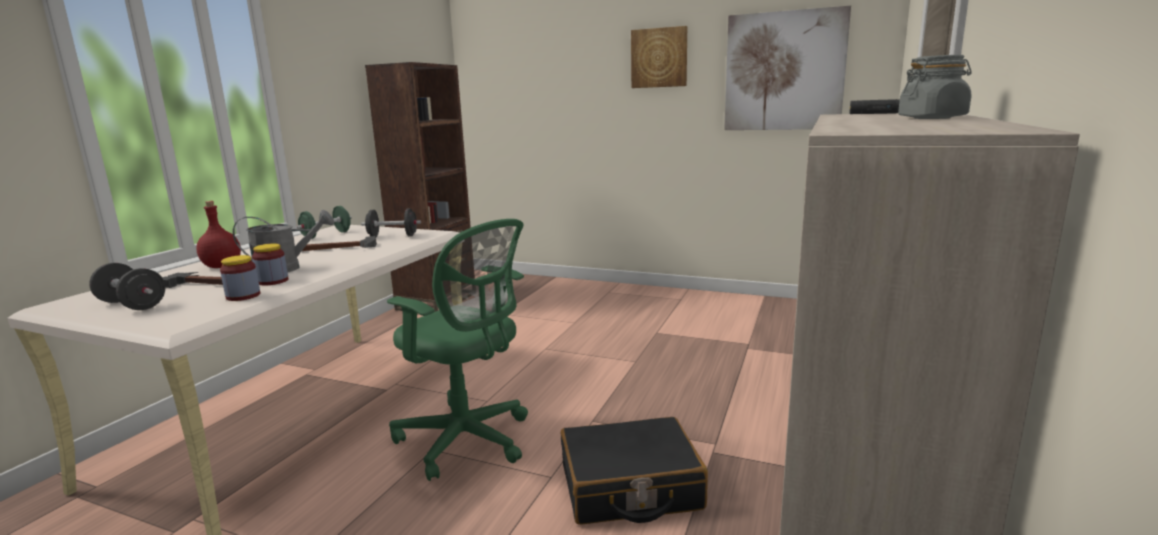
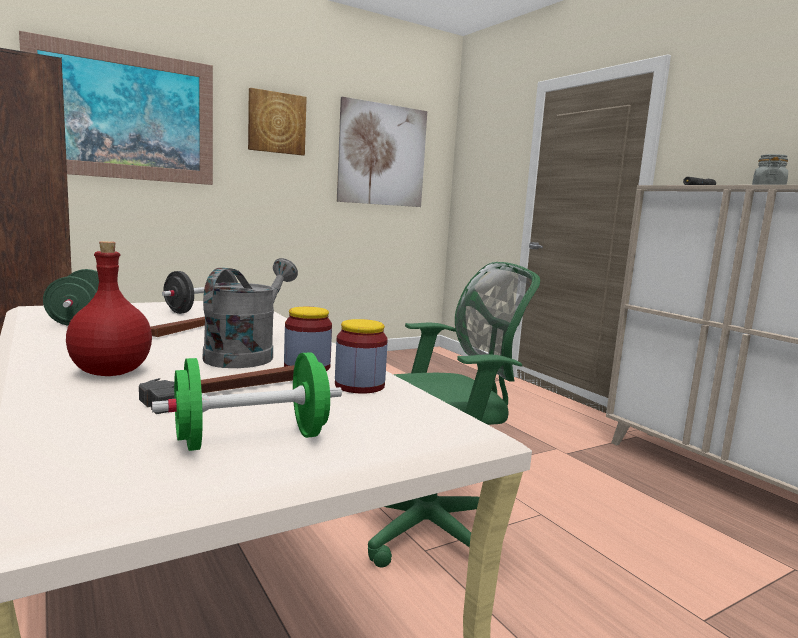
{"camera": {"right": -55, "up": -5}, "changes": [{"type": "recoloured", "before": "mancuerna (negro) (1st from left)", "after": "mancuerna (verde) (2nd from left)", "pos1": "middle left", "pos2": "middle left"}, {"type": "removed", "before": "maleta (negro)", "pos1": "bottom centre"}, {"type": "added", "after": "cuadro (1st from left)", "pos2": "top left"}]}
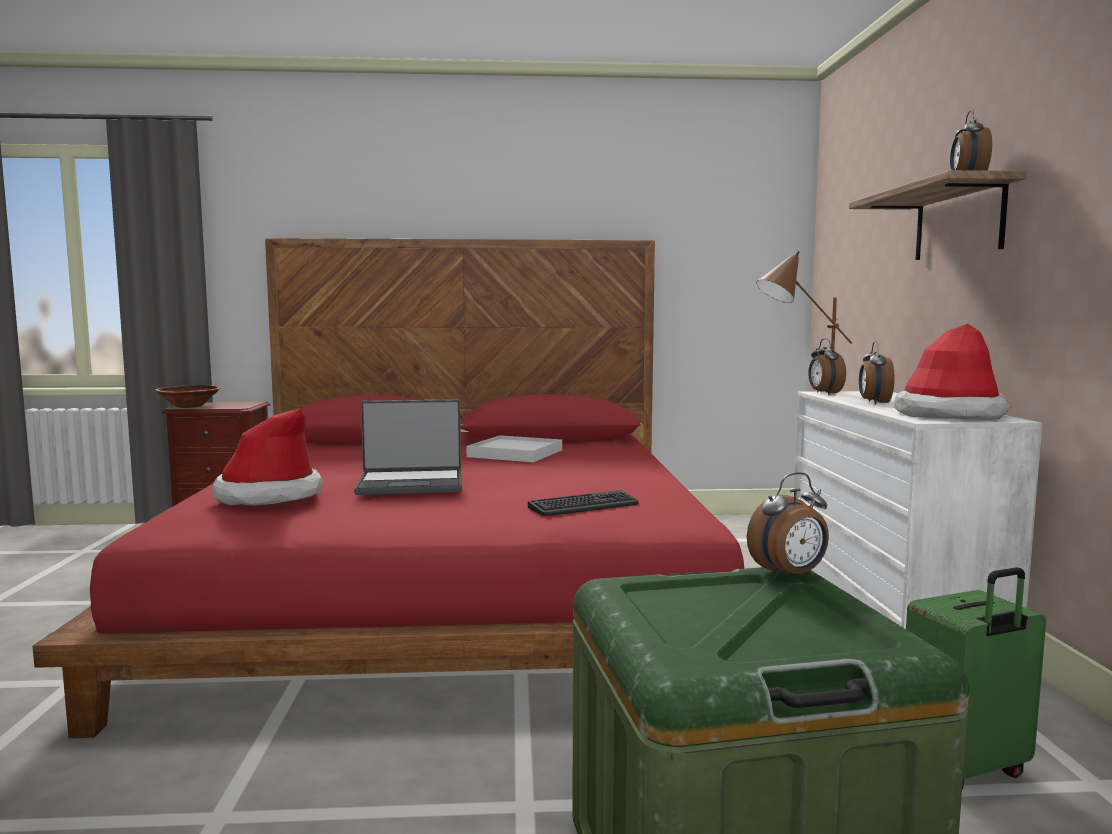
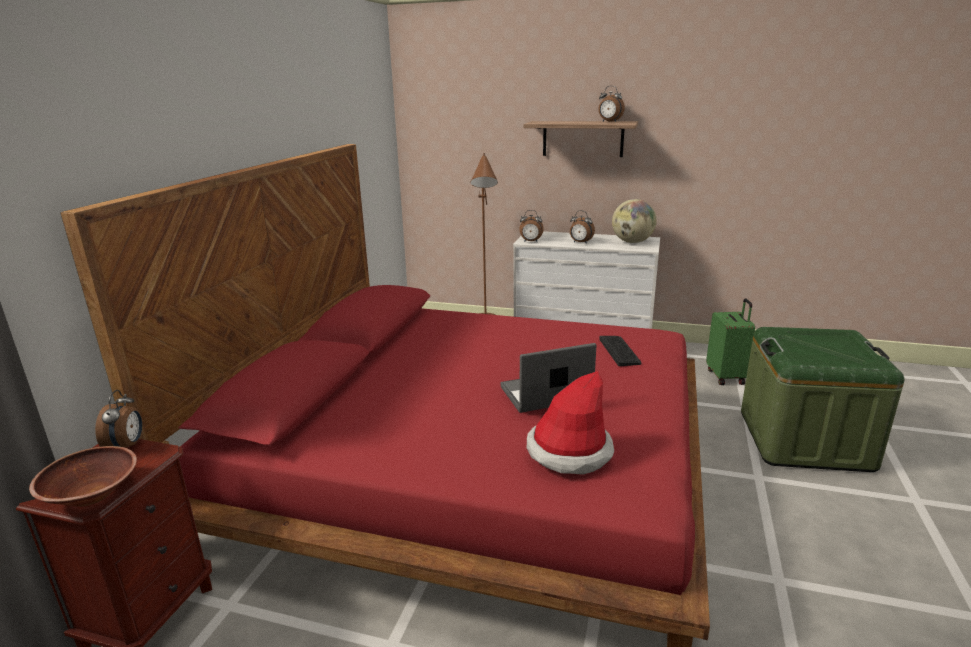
{"camera": {"right": -70, "up": 15}, "changes": [{"type": "replaced", "before": "sombrero (2nd from left)", "after": "globo terráqueo", "pos1": "middle right", "pos2": "centre"}, {"type": "turned", "before": "portátil", "pos1": "centre", "pos2": "centre", "turn": -120}, {"type": "removed", "before": "bandeja (blanco)", "pos1": "centre"}, {"type": "moved", "before": "despertador (1st from left)", "pos1": "middle right", "pos2": "middle left"}]}
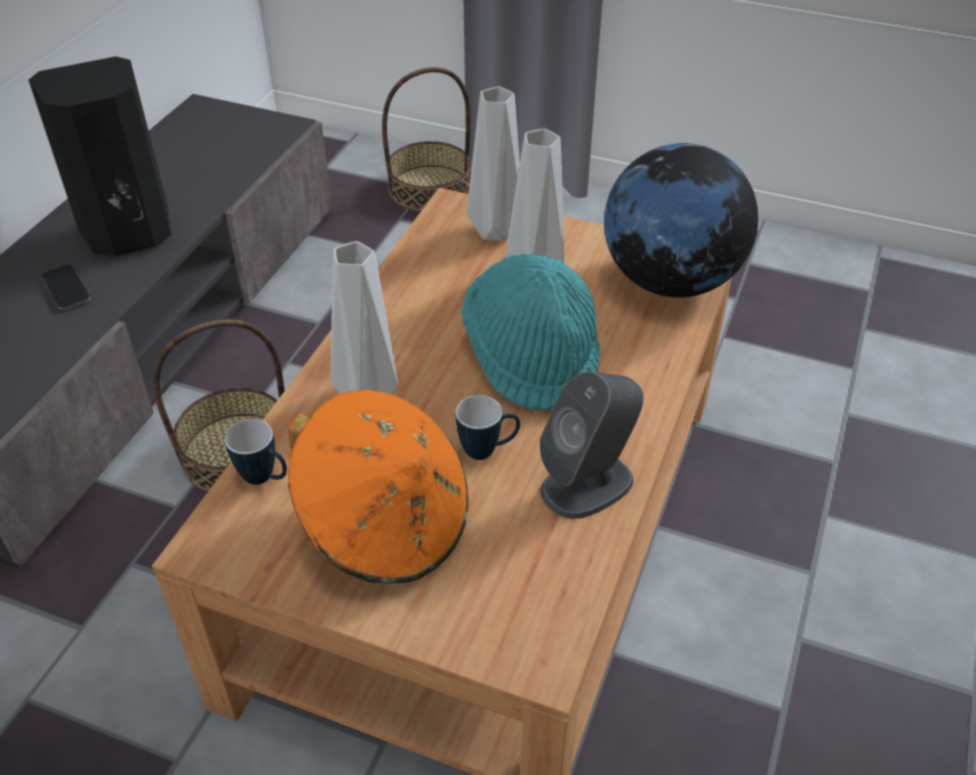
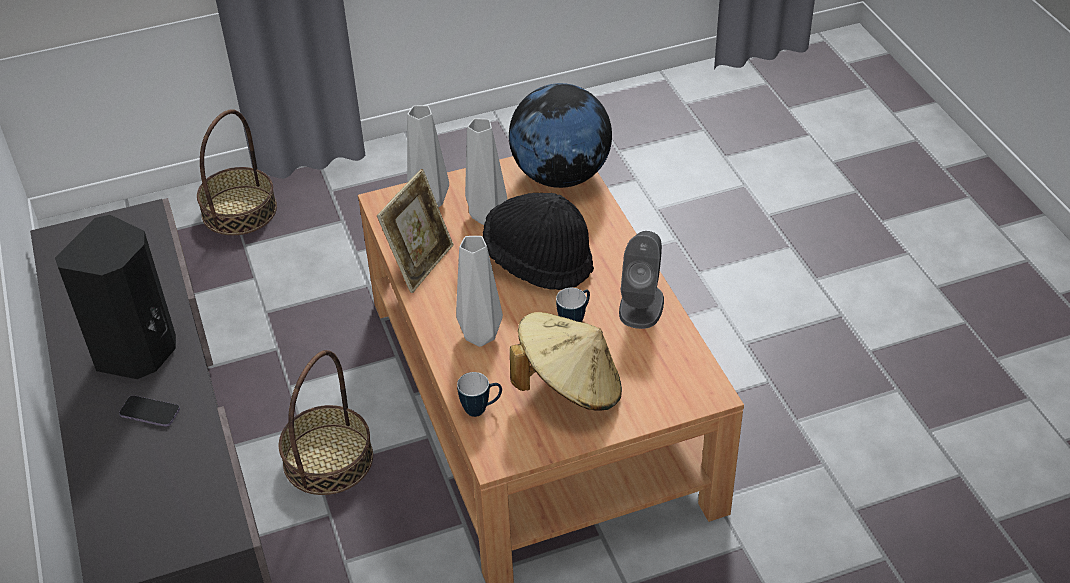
{"camera": {"right": -40, "up": 0}, "changes": [{"type": "recoloured", "before": "sombrero (turquesa)", "after": "sombrero (negro)", "pos1": "centre", "pos2": "centre"}, {"type": "recoloured", "before": "sombrero (naranja)", "after": "sombrero (beis)", "pos1": "centre", "pos2": "centre"}, {"type": "added", "after": "portarretratos", "pos2": "centre"}]}
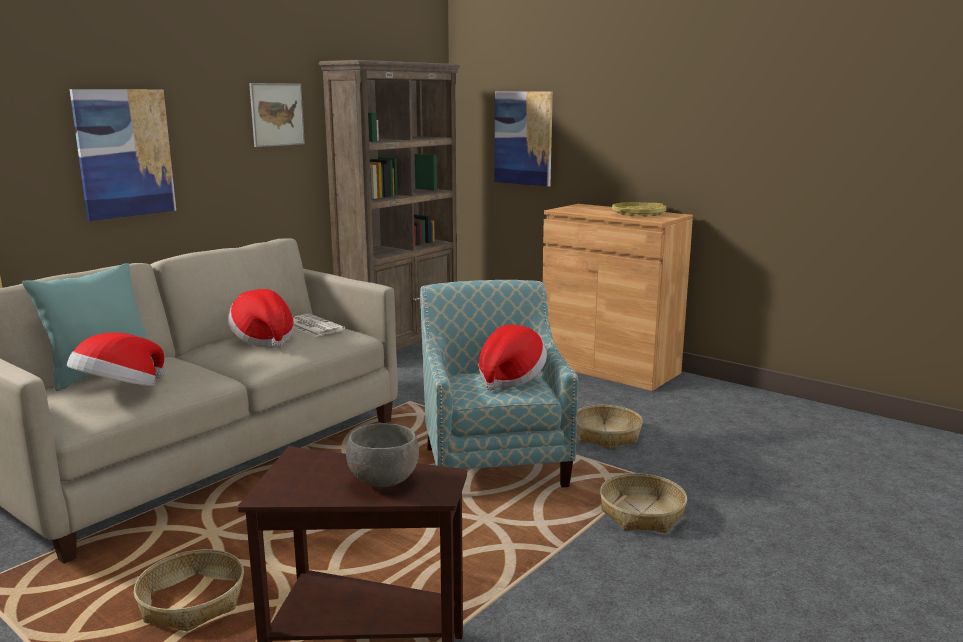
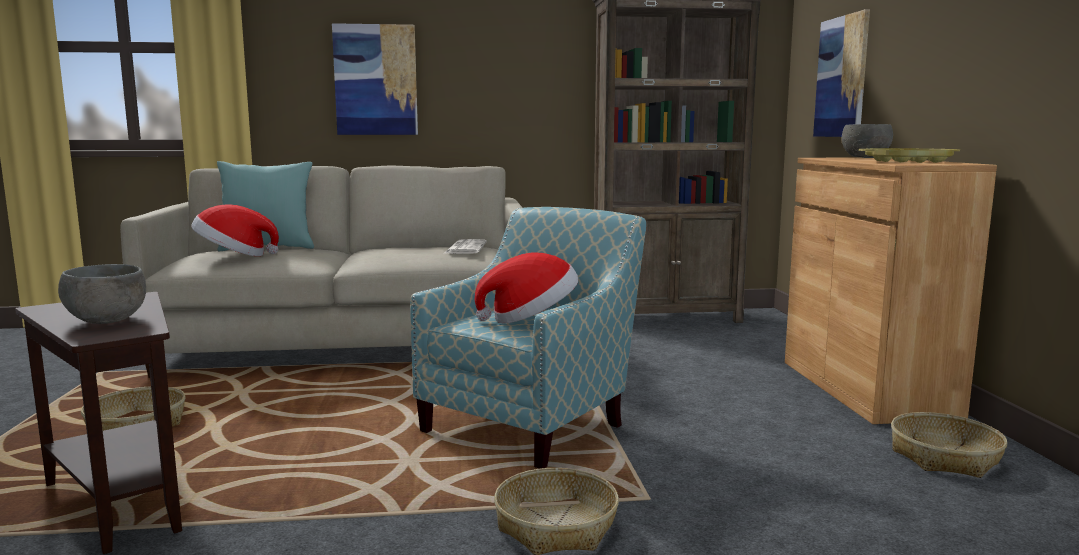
{"camera": {"right": 45, "up": -5}, "changes": [{"type": "removed", "before": "cuadro (2nd from left)", "pos1": "top left"}, {"type": "removed", "before": "sombrero (2nd from left)", "pos1": "middle left"}, {"type": "moved", "before": "cesta (2nd from left in the first image)", "after": "cesta (3rd from left)", "pos1": "centre", "pos2": "bottom right"}, {"type": "added", "after": "cuenco (gris) (2nd from left)", "pos2": "top right"}]}
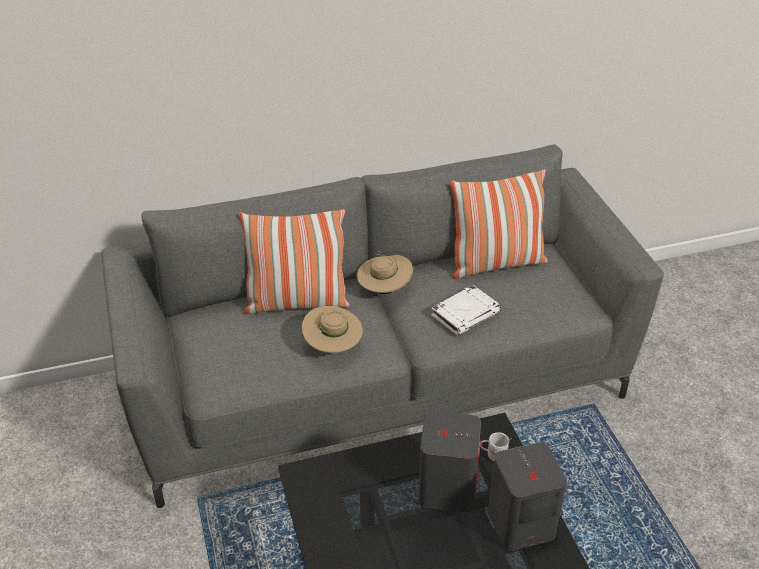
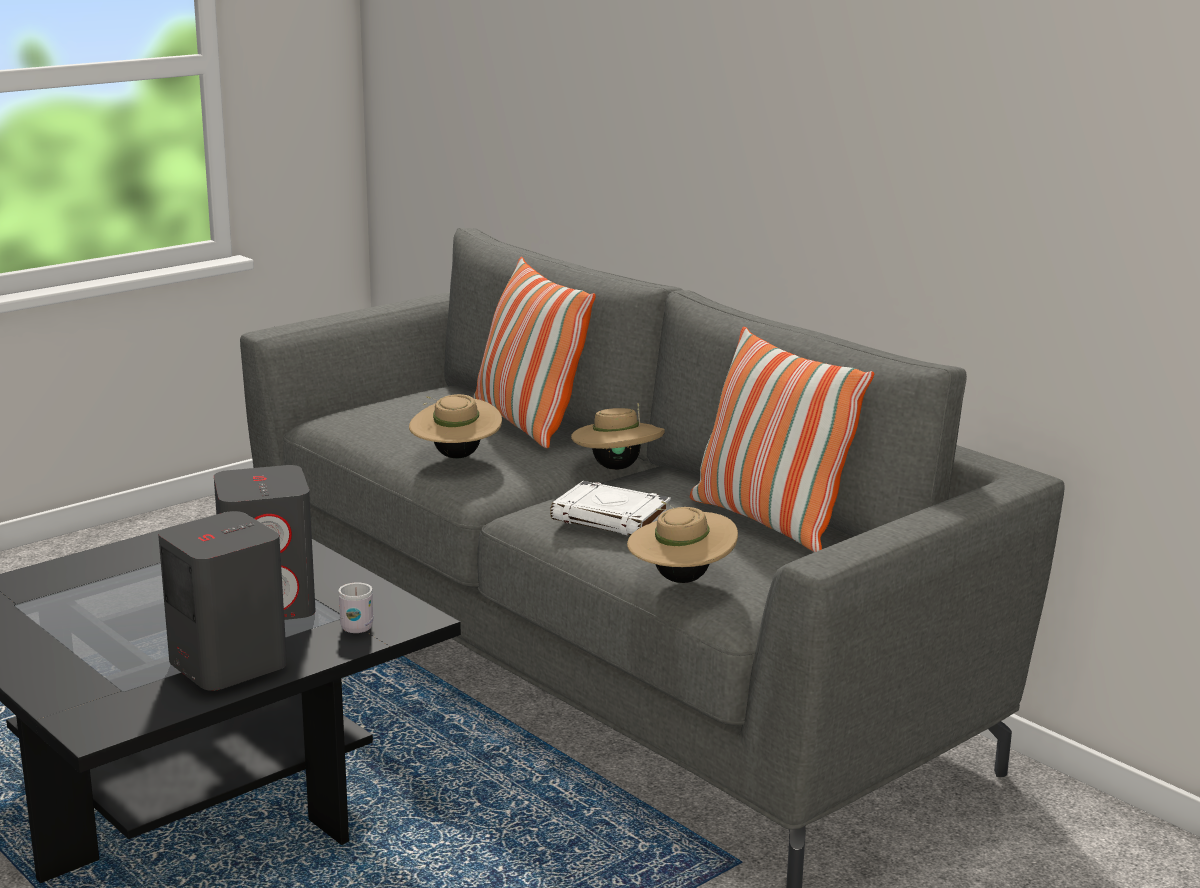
{"camera": {"right": 65, "up": -20}, "changes": [{"type": "added", "after": "sombrero (beis) (3rd from left)", "pos2": "centre"}]}
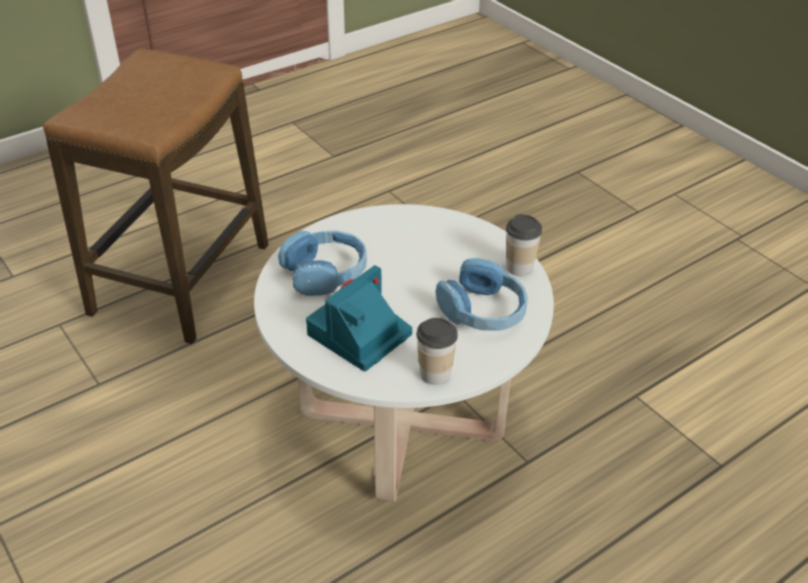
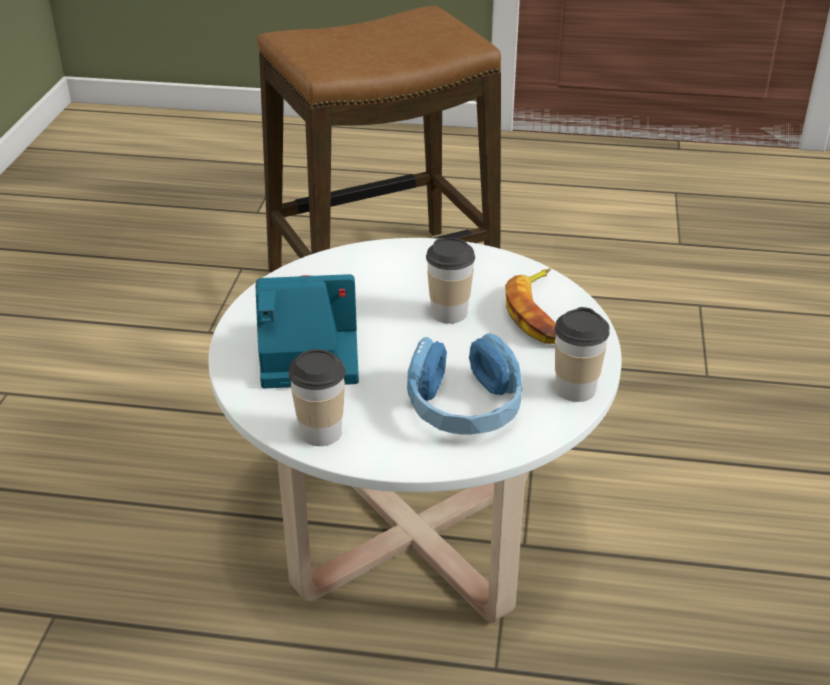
{"camera": {"right": 45, "up": -5}, "changes": [{"type": "removed", "before": "auriculares (azul) (1st from left)", "pos1": "centre"}, {"type": "added", "after": "taza (2nd from left)", "pos2": "centre"}, {"type": "added", "after": "plátano", "pos2": "centre"}]}
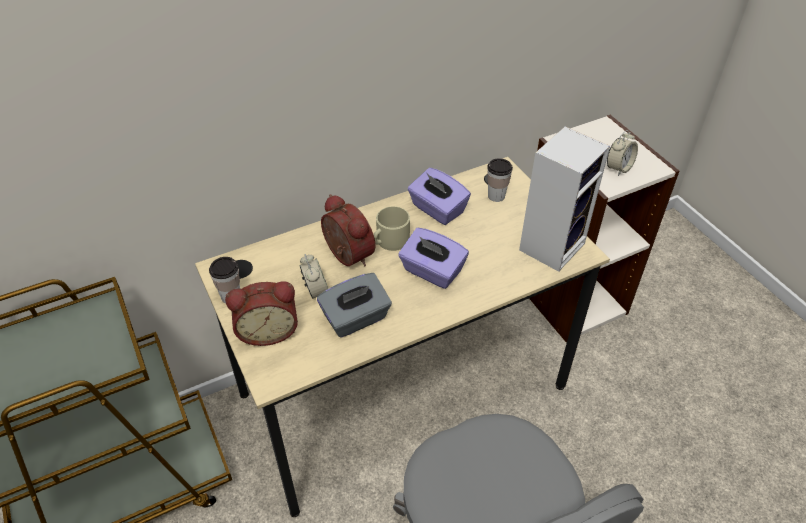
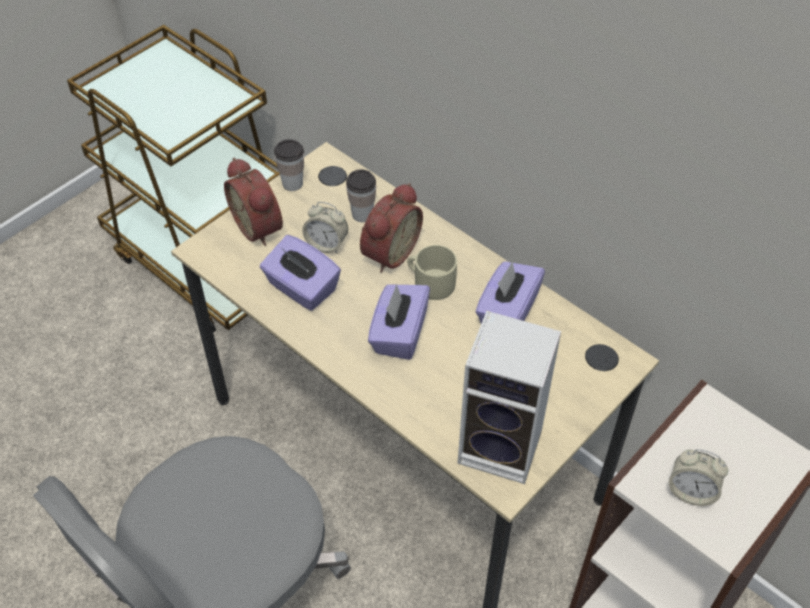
{"camera": {"right": 70, "up": 5}, "changes": [{"type": "moved", "before": "taza (2nd from left)", "pos1": "centre", "pos2": "top centre"}, {"type": "turned", "before": "despertador (2nd from left)", "pos1": "centre", "pos2": "centre", "turn": 60}, {"type": "recoloured", "before": "caja de pañuelos (gris)", "after": "caja de pañuelos (morado) (1st from left)", "pos1": "centre", "pos2": "centre"}]}
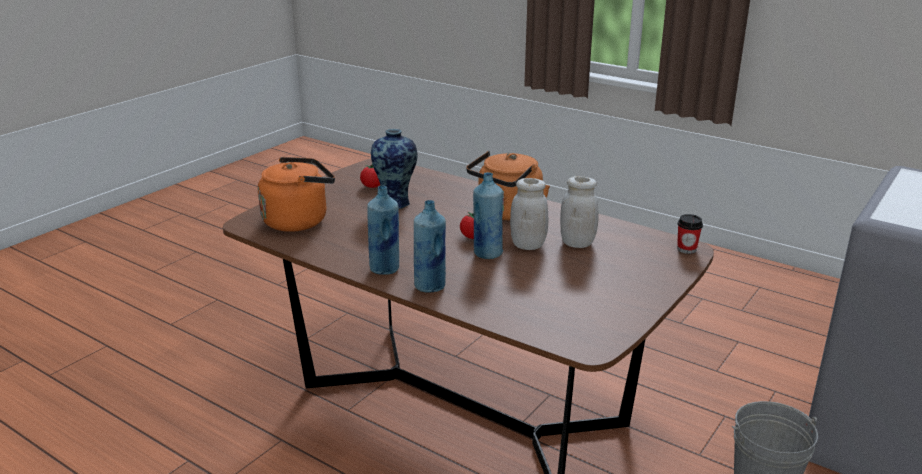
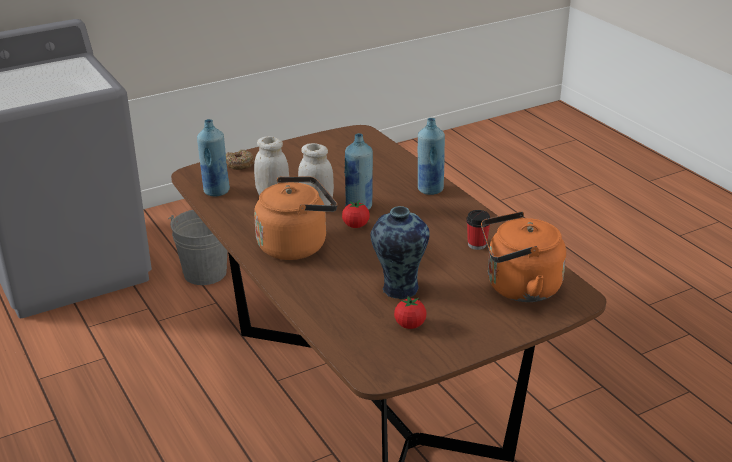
{"camera": {"right": -155, "up": 5}, "changes": [{"type": "moved", "before": "botella (azul) (1st from left)", "pos1": "centre", "pos2": "middle left"}, {"type": "moved", "before": "taza", "pos1": "middle right", "pos2": "centre"}, {"type": "added", "after": "rosquilla", "pos2": "middle left"}]}
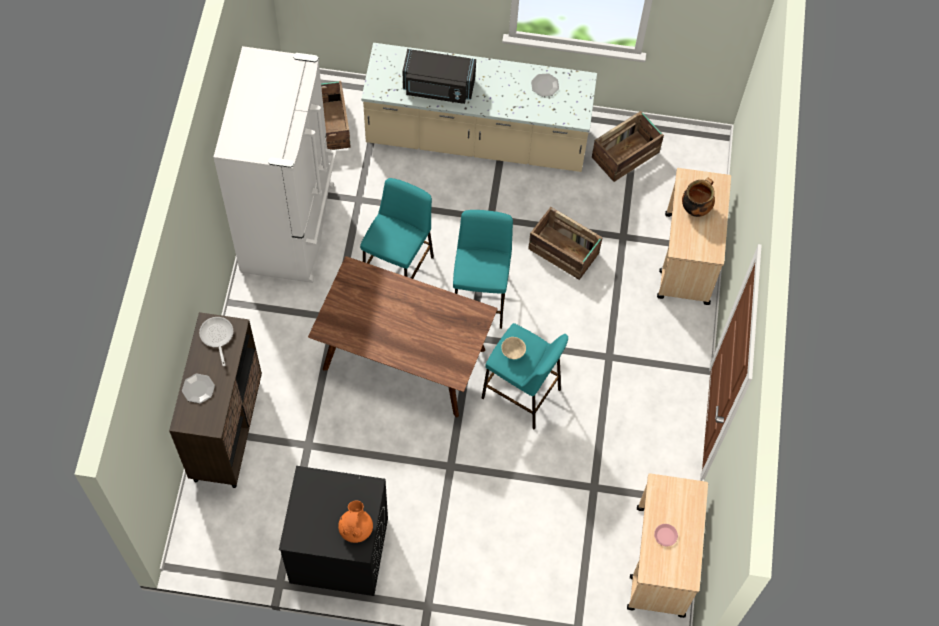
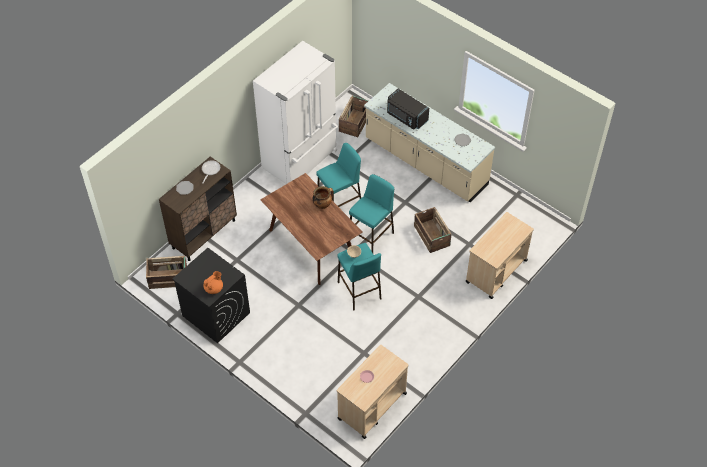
{"camera": {"right": 35, "up": -10}, "changes": [{"type": "moved", "before": "caja de embalaje (3rd from left in the first image)", "after": "caja de embalaje (1st from left)", "pos1": "top right", "pos2": "middle left"}, {"type": "moved", "before": "olla", "pos1": "top right", "pos2": "centre"}]}
